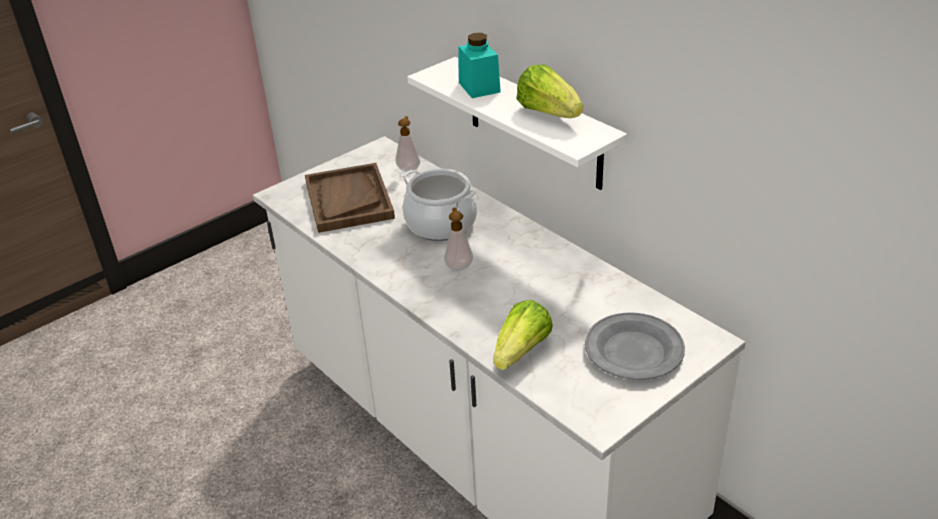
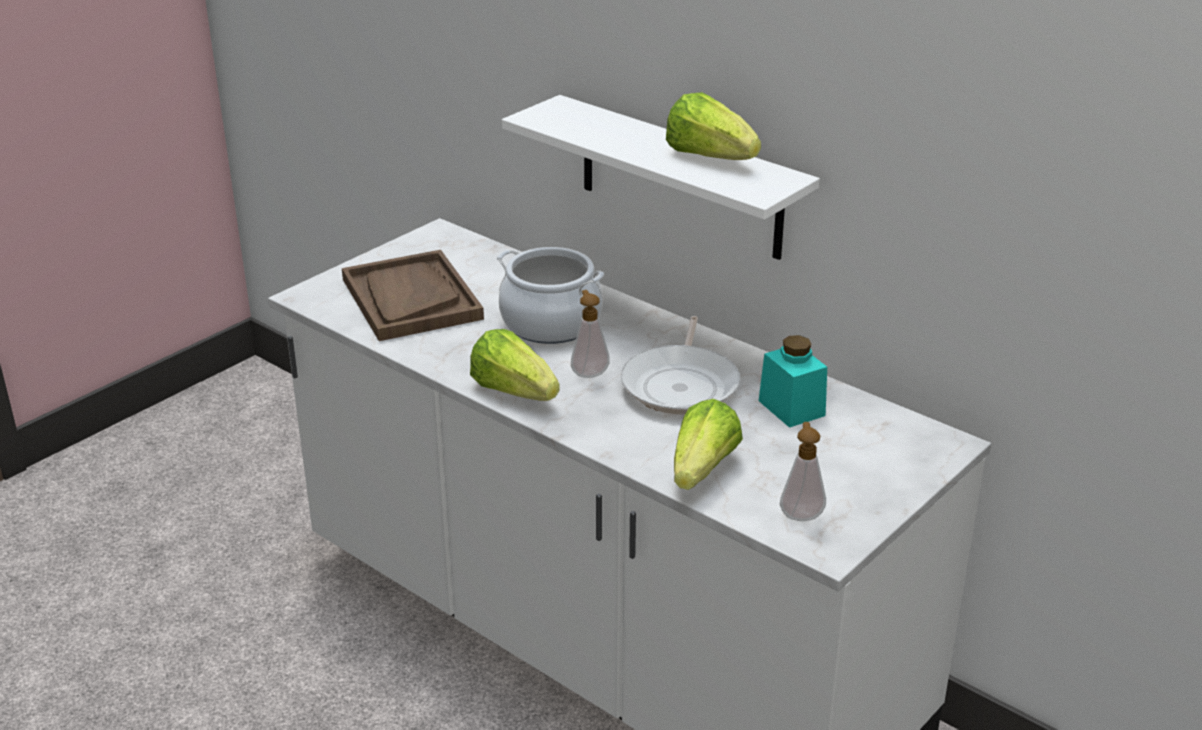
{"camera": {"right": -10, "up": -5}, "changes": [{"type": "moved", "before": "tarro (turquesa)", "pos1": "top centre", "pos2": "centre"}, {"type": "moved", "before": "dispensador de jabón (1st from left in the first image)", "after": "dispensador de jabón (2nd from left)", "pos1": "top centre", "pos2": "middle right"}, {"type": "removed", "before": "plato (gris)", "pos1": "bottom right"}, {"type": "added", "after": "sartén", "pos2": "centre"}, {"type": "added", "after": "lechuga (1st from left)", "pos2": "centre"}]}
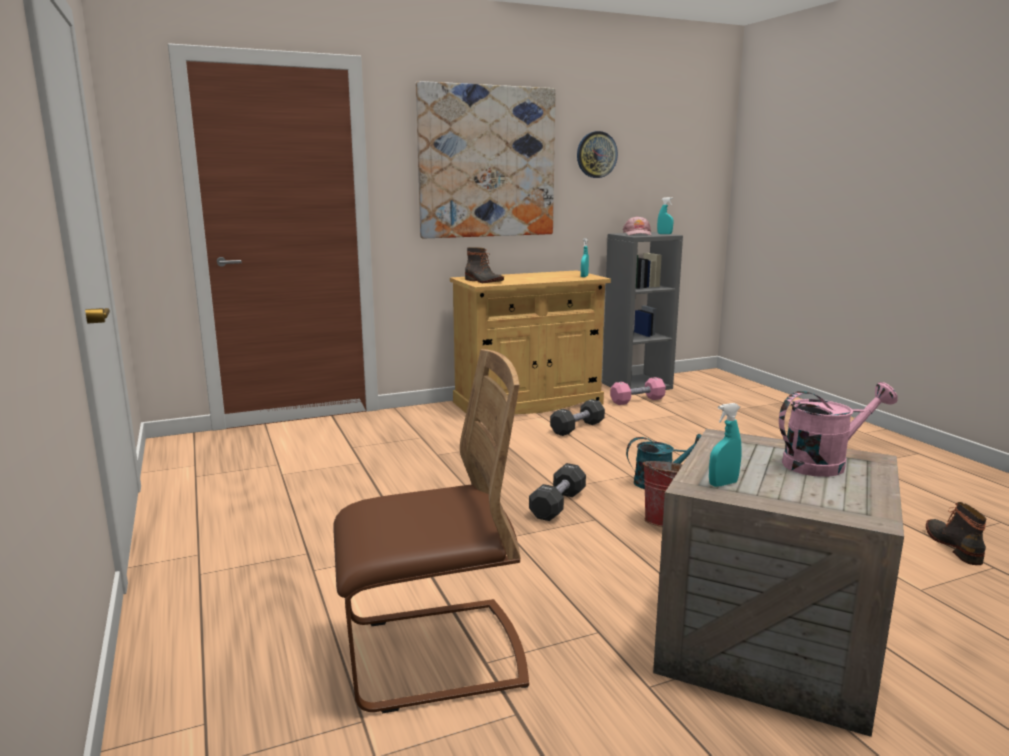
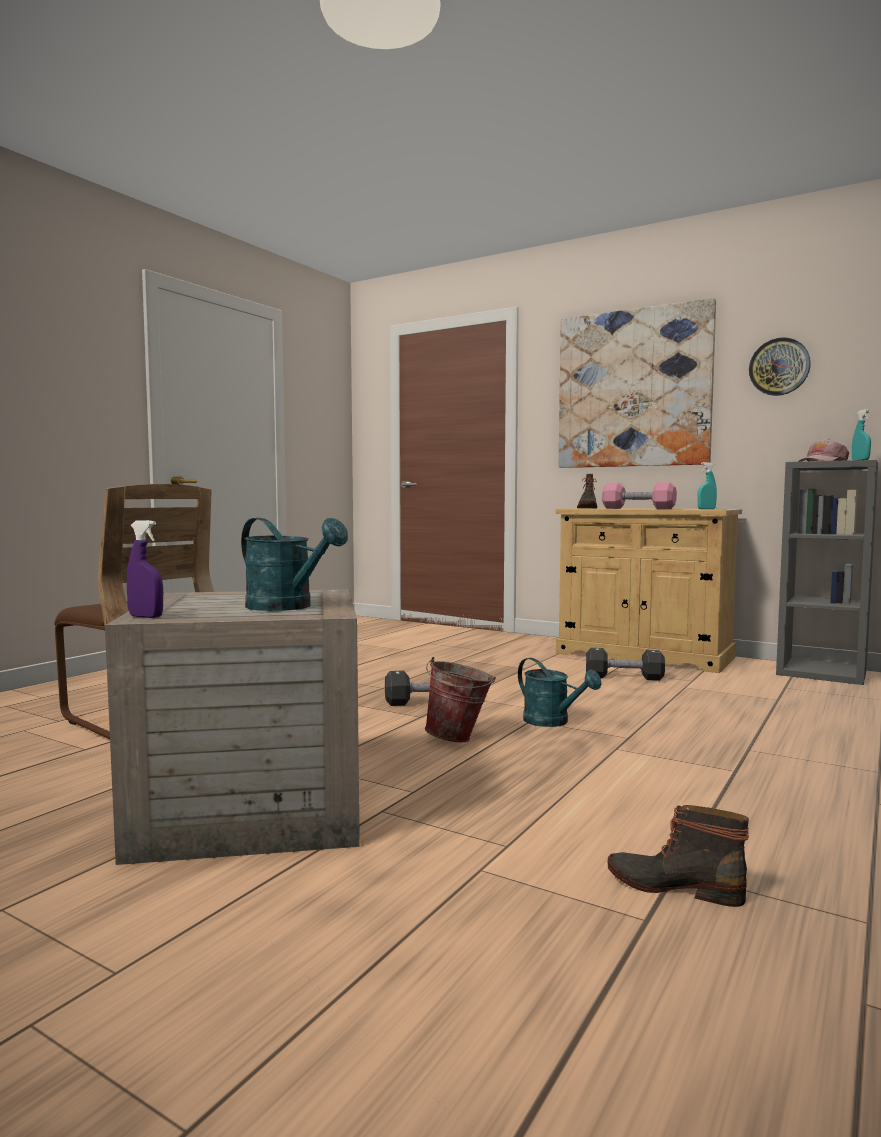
{"camera": {"right": 55, "up": -10}, "changes": [{"type": "moved", "before": "mancuerna (rosa)", "pos1": "centre", "pos2": "middle right"}, {"type": "recoloured", "before": "regadera (rosa)", "after": "regadera (turquesa) (1st from left)", "pos1": "middle right", "pos2": "centre"}, {"type": "removed", "before": "pulverizador (turquesa) (3rd from left)", "pos1": "middle right"}, {"type": "turned", "before": "bota (2nd from left)", "pos1": "bottom right", "pos2": "bottom right", "turn": -120}, {"type": "added", "after": "pulverizador (morado)", "pos2": "middle left"}]}
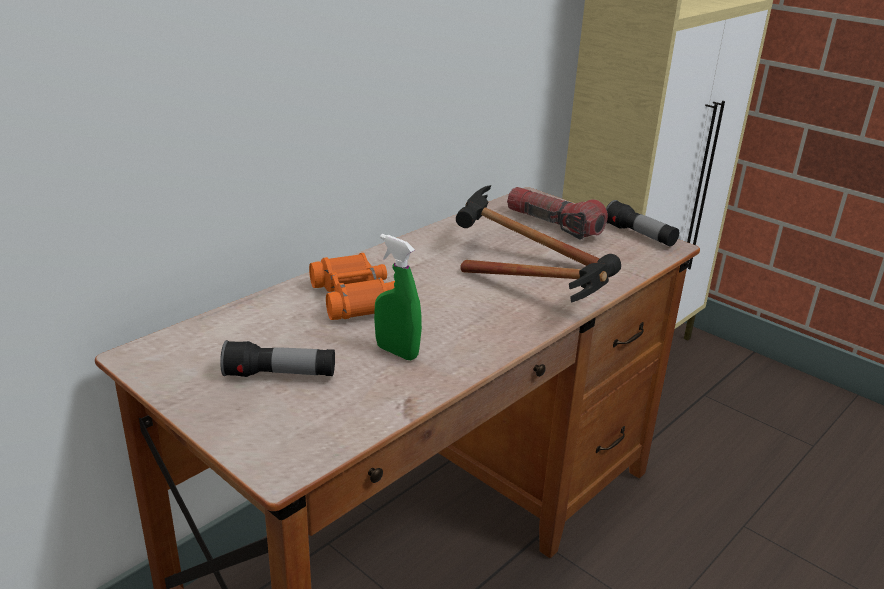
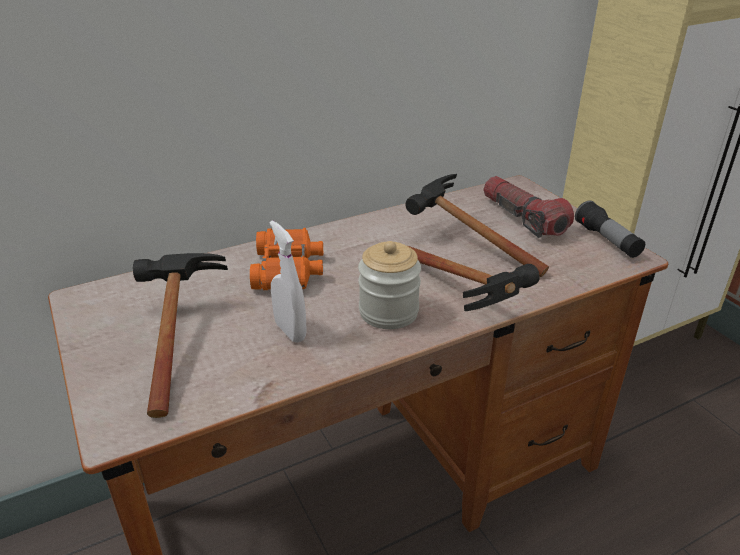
{"camera": {"right": 20, "up": 5}, "changes": [{"type": "recoloured", "before": "pulverizador (verde)", "after": "pulverizador (blanco)", "pos1": "centre", "pos2": "centre"}, {"type": "replaced", "before": "linterna (1st from left)", "after": "martillo (1st from left)", "pos1": "middle left", "pos2": "middle left"}, {"type": "added", "after": "tarro", "pos2": "centre"}]}
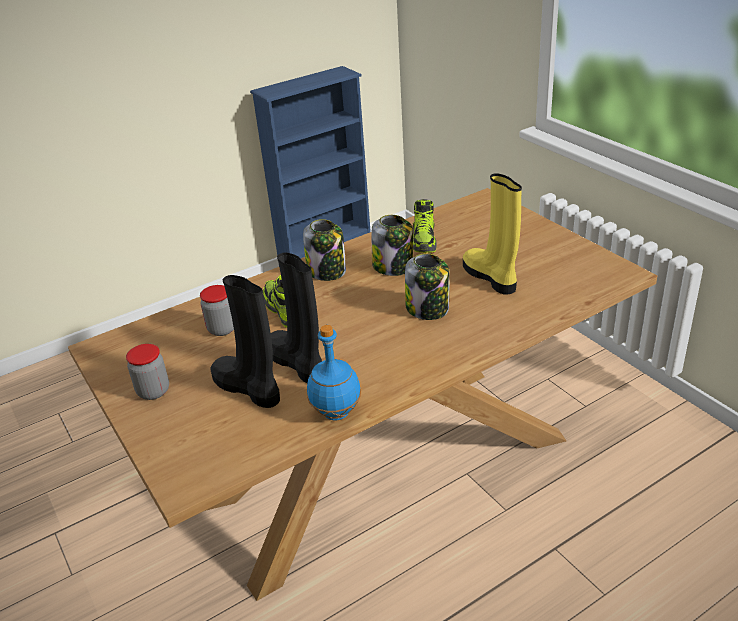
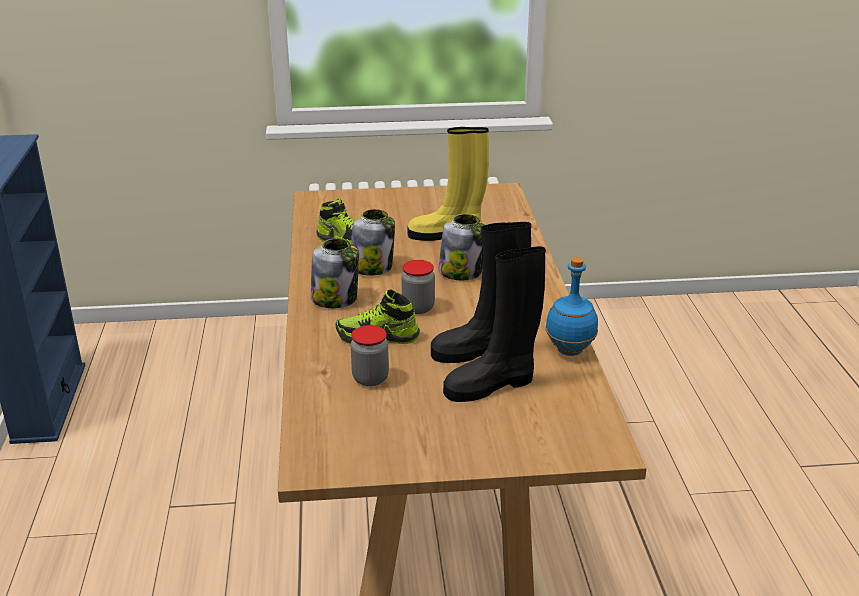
{"camera": {"right": -65, "up": -5}, "changes": [{"type": "moved", "before": "tarro (1st from left in the first image)", "after": "tarro (4th from left)", "pos1": "middle left", "pos2": "centre"}]}
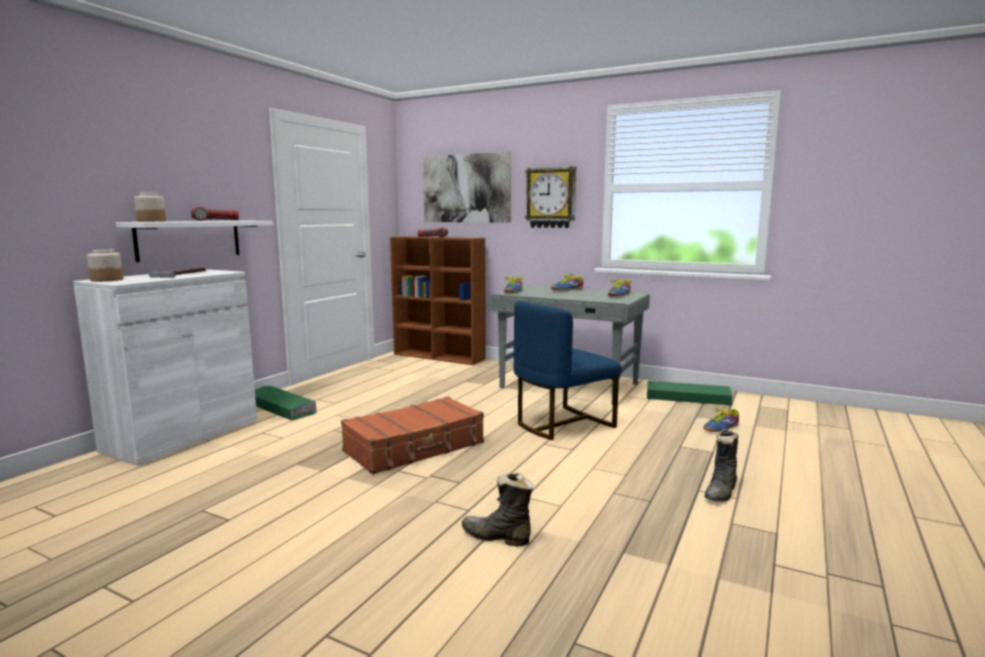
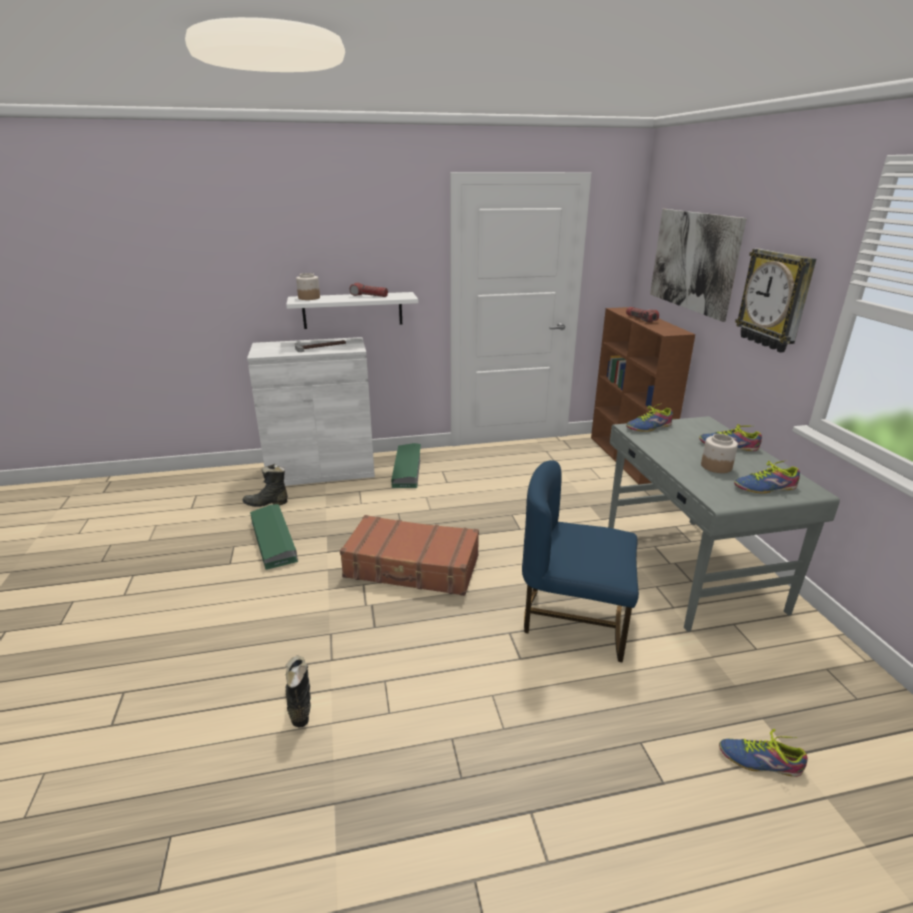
{"camera": {"right": 50, "up": 15}, "changes": [{"type": "moved", "before": "tarro (1st from left in the first image)", "after": "tarro (2nd from left)", "pos1": "middle left", "pos2": "middle right"}, {"type": "moved", "before": "caja de almacenaje (verde) (2nd from left in the first image)", "after": "caja de almacenaje (verde) (1st from left)", "pos1": "middle right", "pos2": "middle left"}, {"type": "moved", "before": "bota (negro) (2nd from left in the first image)", "after": "bota (negro) (1st from left)", "pos1": "bottom right", "pos2": "middle left"}]}
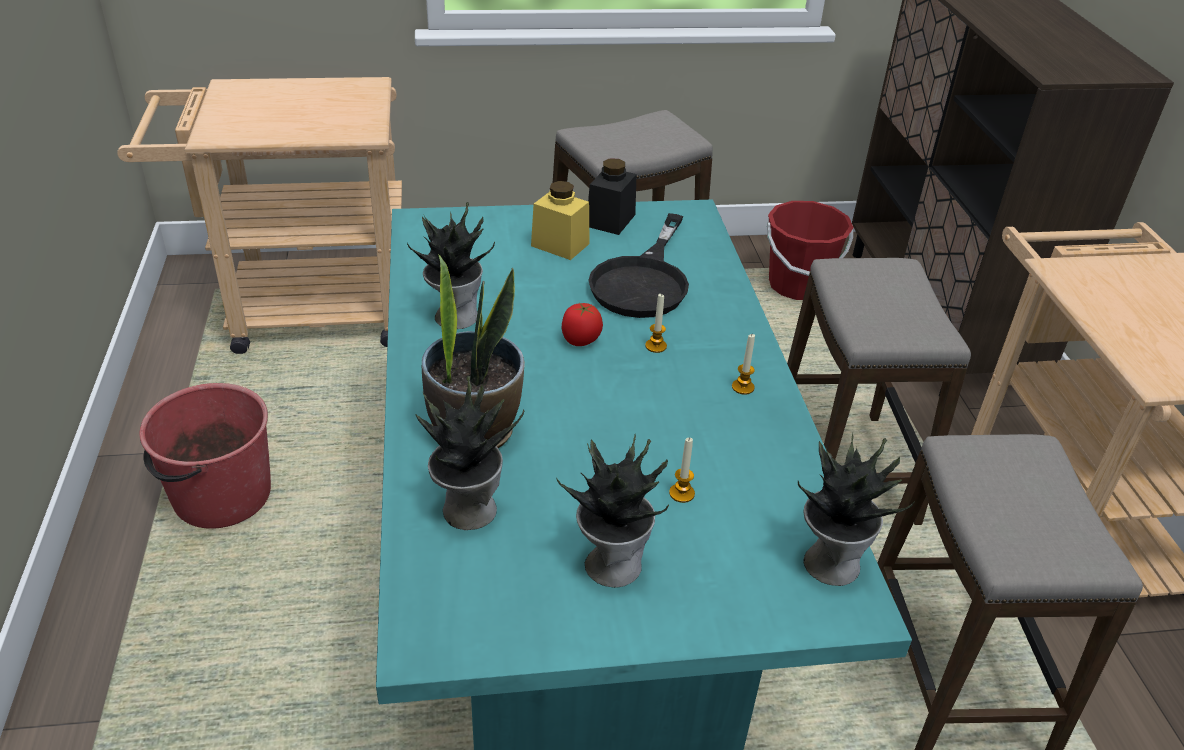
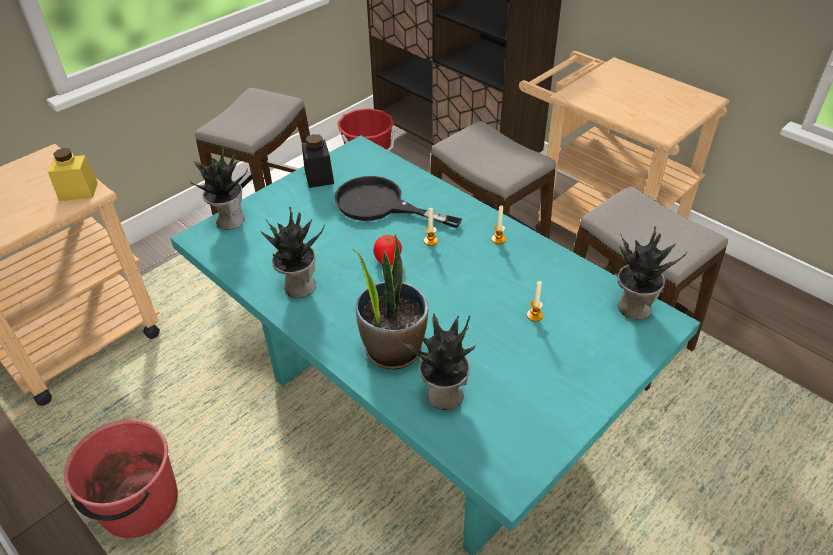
{"camera": {"right": -35, "up": 5}, "changes": [{"type": "moved", "before": "tarro (amarillo)", "pos1": "top centre", "pos2": "top left"}, {"type": "turned", "before": "sartén (negro)", "pos1": "centre", "pos2": "centre", "turn": 135}, {"type": "moved", "before": "planta en maceta (4th from left in the first image)", "after": "planta en maceta (1st from left)", "pos1": "bottom centre", "pos2": "middle left"}]}
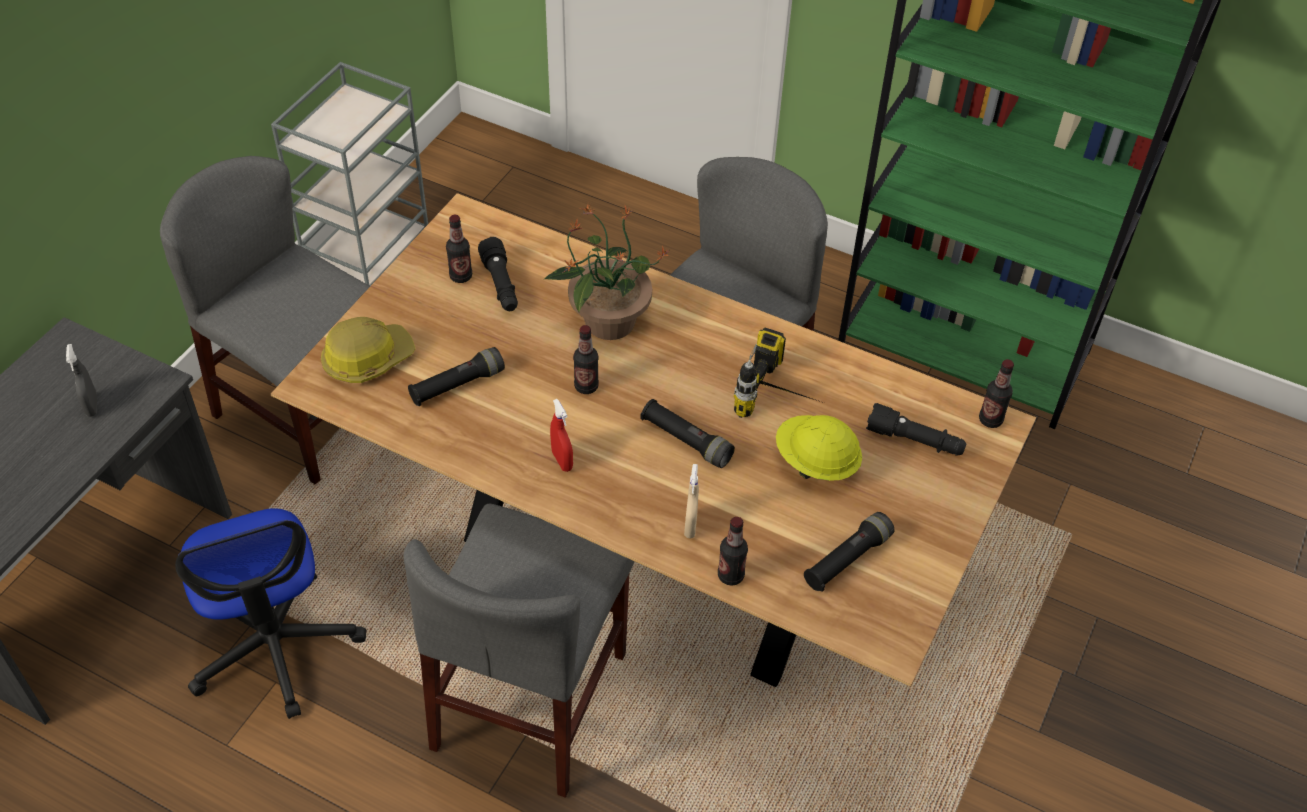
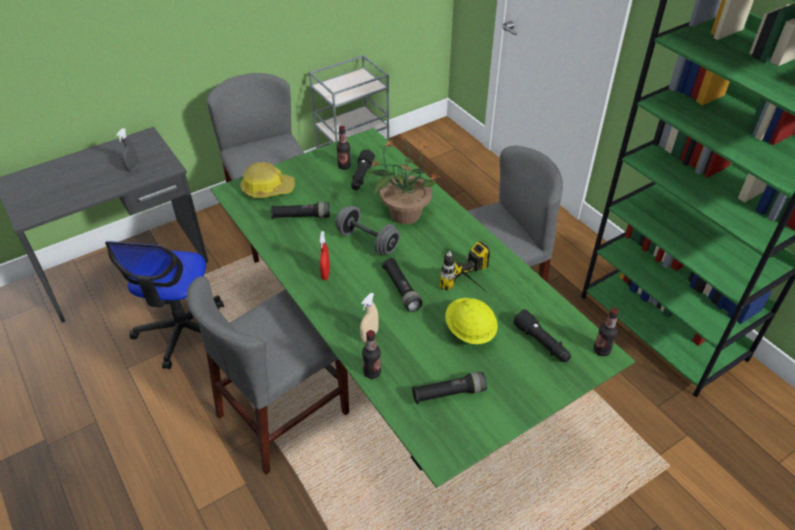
{"camera": {"right": 30, "up": -5}, "changes": [{"type": "recoloured", "before": "mesa de comedor (marrón)", "after": "mesa de comedor (verde)", "pos1": "centre", "pos2": "centre"}, {"type": "replaced", "before": "botella (2nd from left)", "after": "mancuerna (gris)", "pos1": "centre", "pos2": "centre"}]}
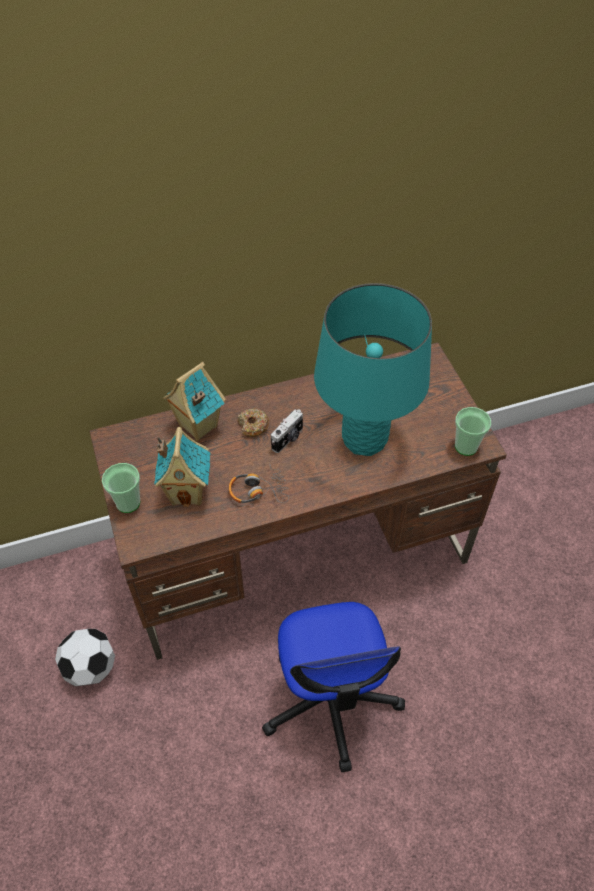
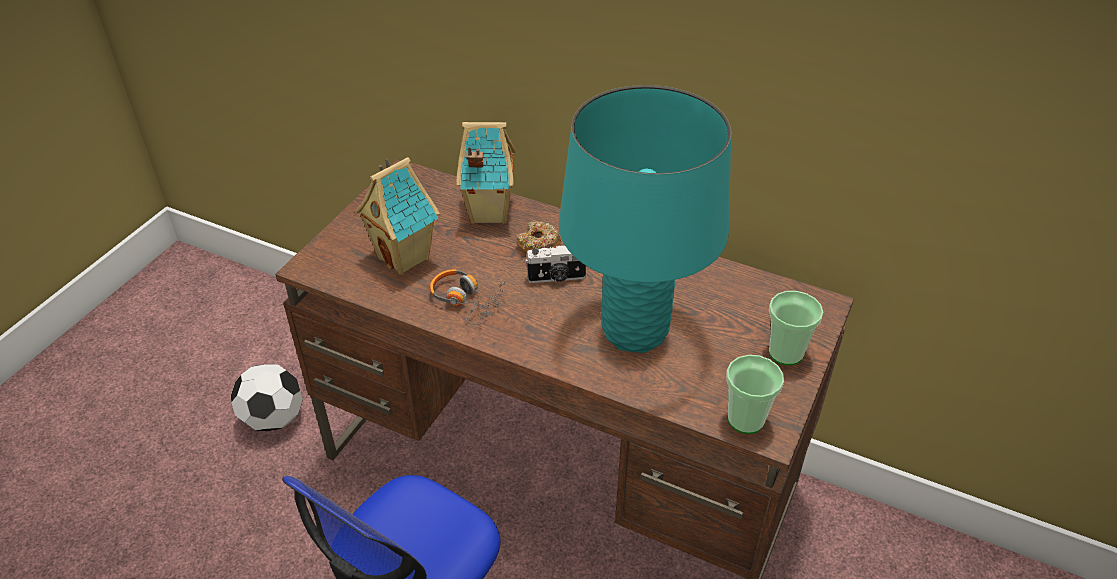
{"camera": {"right": 45, "up": -10}, "changes": [{"type": "moved", "before": "taza (1st from left in the first image)", "after": "taza (2nd from left)", "pos1": "middle left", "pos2": "middle right"}]}
